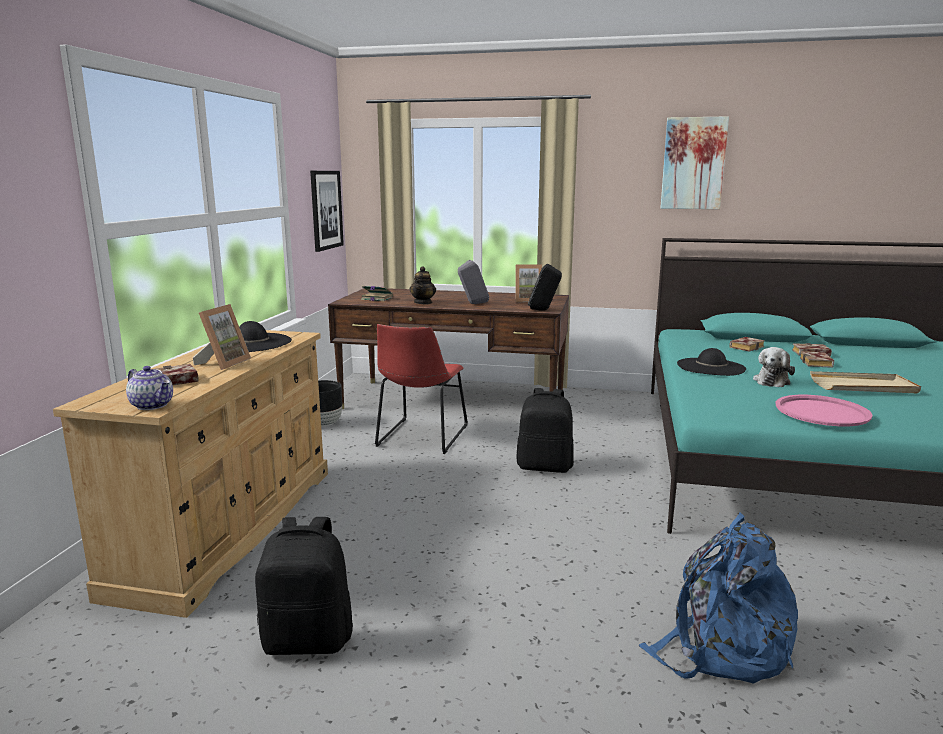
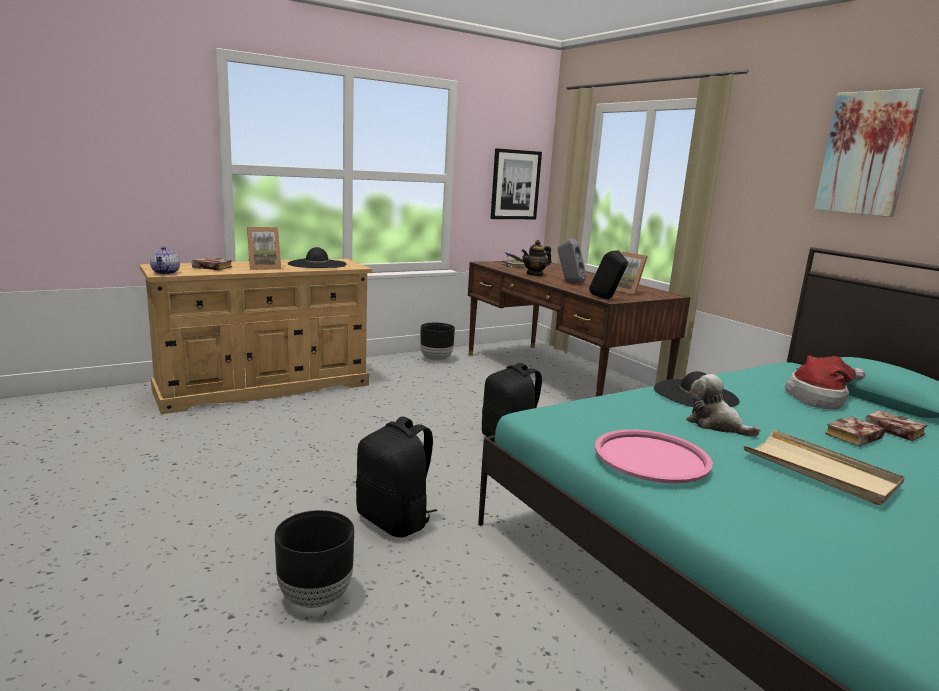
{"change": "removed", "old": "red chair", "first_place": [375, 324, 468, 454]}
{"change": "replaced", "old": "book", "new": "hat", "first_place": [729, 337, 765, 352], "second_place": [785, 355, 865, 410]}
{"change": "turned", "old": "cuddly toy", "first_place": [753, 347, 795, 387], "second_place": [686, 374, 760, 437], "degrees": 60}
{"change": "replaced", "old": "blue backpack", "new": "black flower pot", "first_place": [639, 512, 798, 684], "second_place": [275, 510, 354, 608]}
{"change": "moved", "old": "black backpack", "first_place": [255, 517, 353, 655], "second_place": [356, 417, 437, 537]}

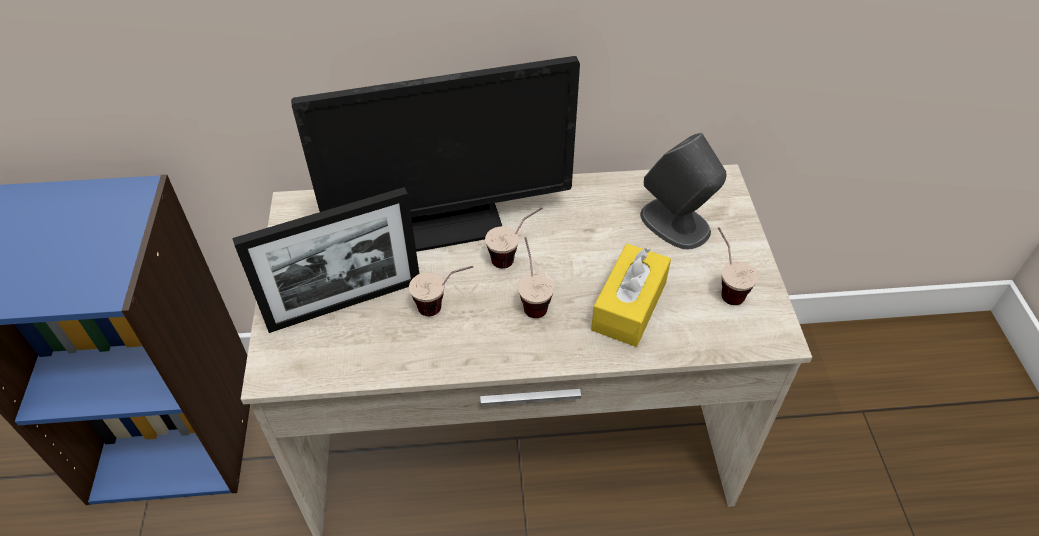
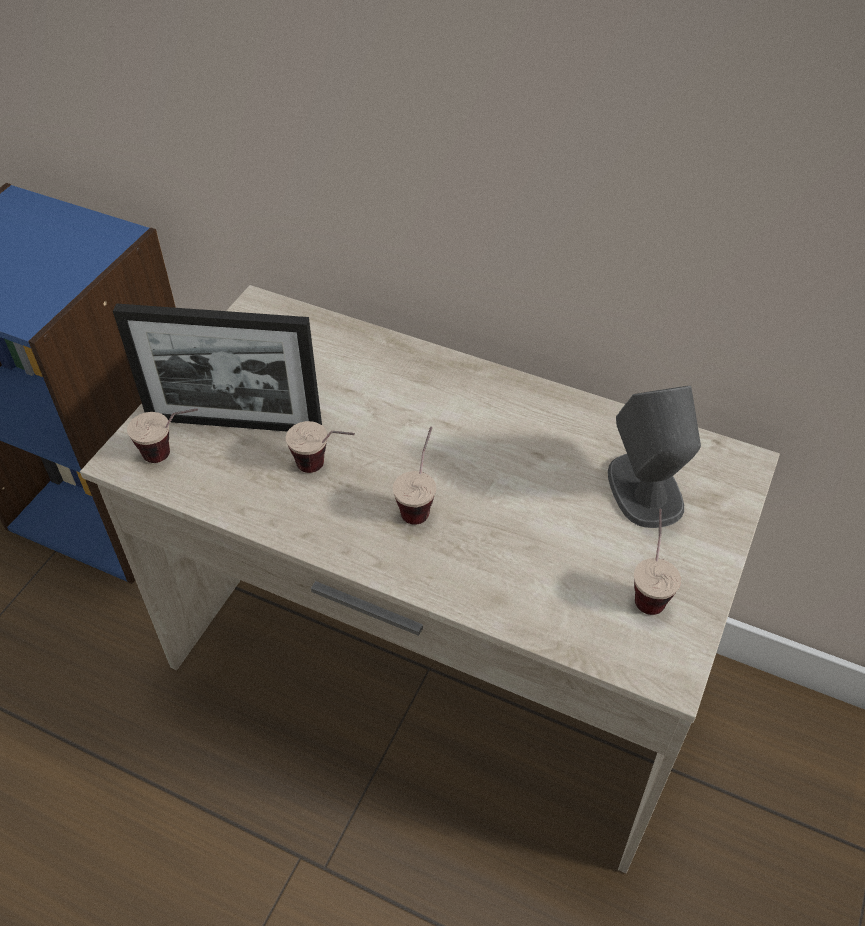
{"change": "removed", "old": "computer display", "first_place": [291, 56, 580, 252]}
{"change": "moved", "old": "drinking cup", "first_place": [485, 207, 543, 269], "second_place": [127, 409, 198, 463]}
{"change": "removed", "old": "yellowish box of tissues", "first_place": [591, 244, 671, 347]}

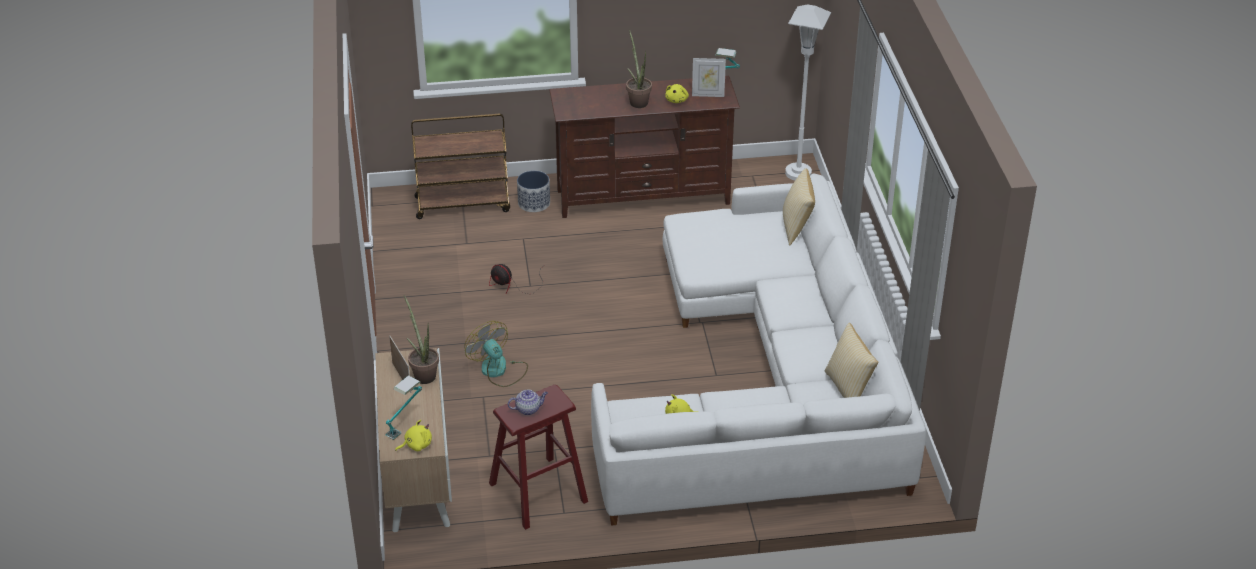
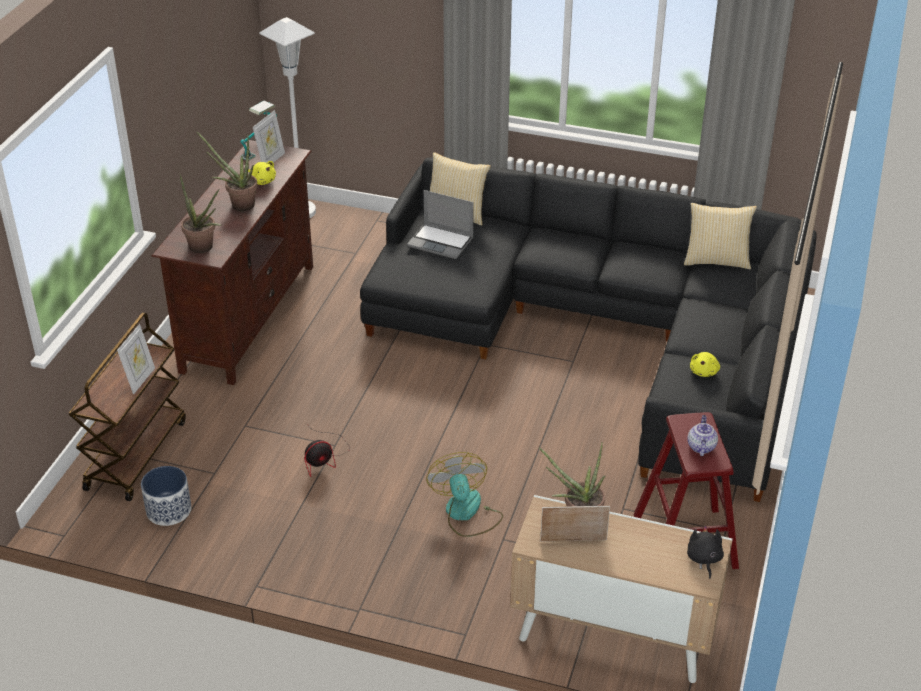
{"change": "moved", "old": "flower pot", "first_place": [517, 171, 550, 212], "second_place": [141, 466, 191, 526]}
{"change": "recoloured", "old": "whitish sofa", "new": "black sofa", "first_place": [591, 173, 926, 526], "second_place": [360, 157, 817, 502]}
{"change": "turned", "old": "cooling fan", "first_place": [465, 321, 528, 387], "second_place": [426, 452, 503, 537], "degrees": 90}
{"change": "removed", "old": "lamp for a table", "first_place": [385, 375, 422, 440]}
{"change": "recoloured", "old": "yellowish cuddly toy", "new": "black cuddly toy", "first_place": [395, 420, 432, 451], "second_place": [687, 525, 724, 579]}
{"change": "added", "new": "plant in a pot", "second_place": [180, 174, 221, 253]}
{"change": "added", "new": "laptop", "second_place": [407, 190, 474, 259]}
{"change": "added", "new": "picture frame", "second_place": [117, 324, 155, 395]}

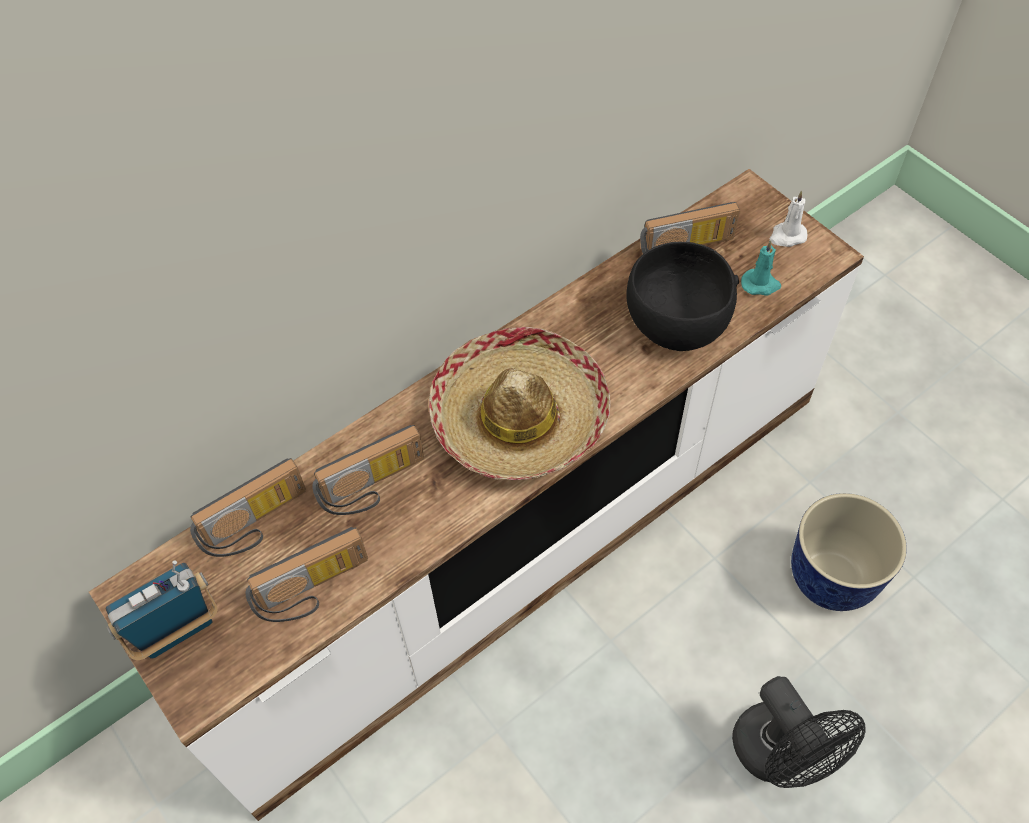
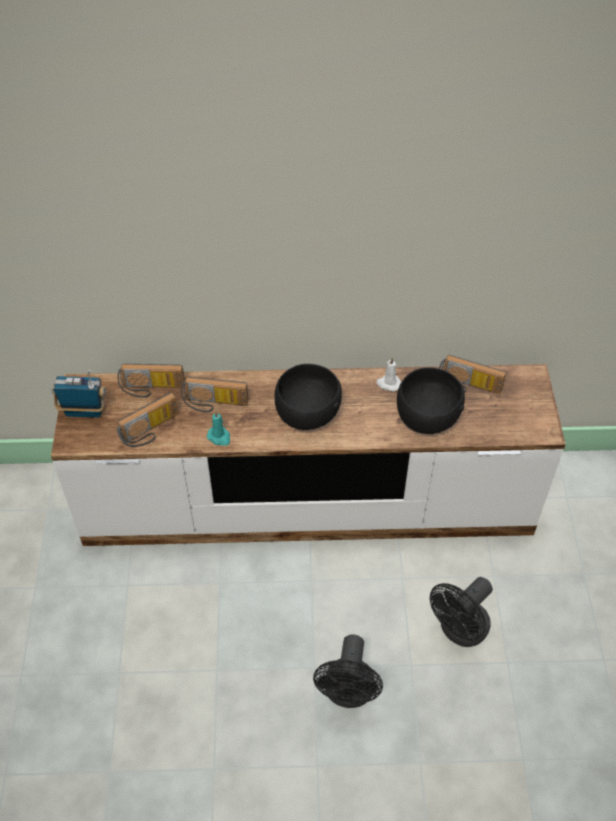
{"change": "moved", "old": "whitish wax candle", "first_place": [769, 190, 808, 247], "second_place": [376, 357, 401, 392]}
{"change": "moved", "old": "turquoise wax candle", "first_place": [741, 240, 781, 296], "second_place": [207, 411, 230, 446]}
{"change": "replaced", "old": "hat", "new": "black bowl", "first_place": [429, 327, 610, 480], "second_place": [275, 364, 342, 430]}
{"change": "replaced", "old": "flower pot", "new": "black cooling fan", "first_place": [791, 493, 907, 611], "second_place": [430, 577, 493, 647]}
{"change": "turned", "old": "radio receiver", "first_place": [246, 527, 368, 622], "second_place": [117, 393, 178, 447], "degrees": -45}

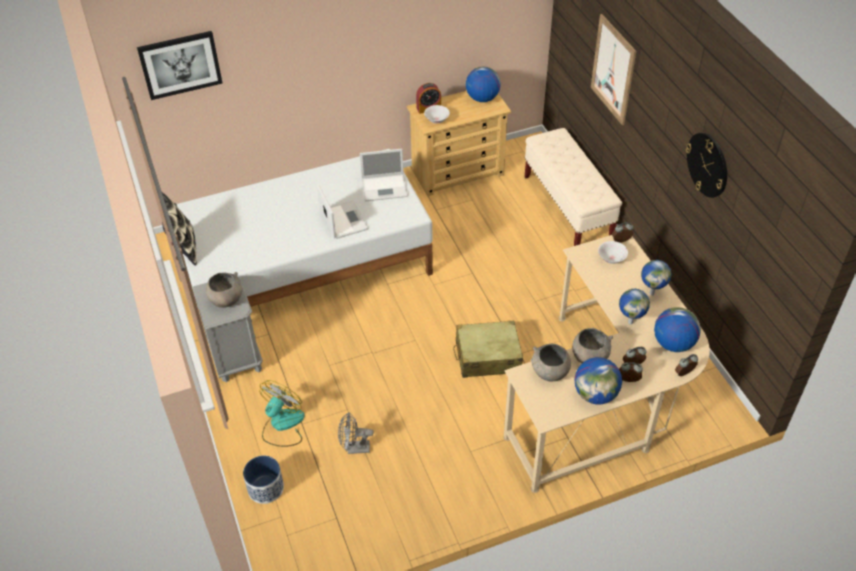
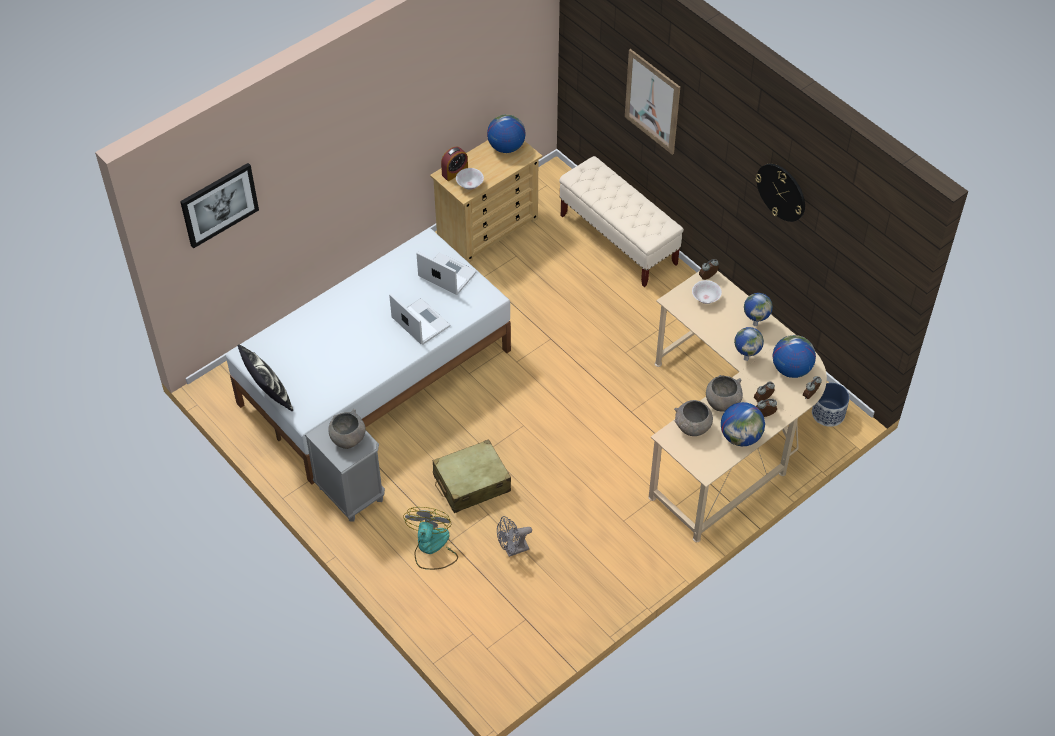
{"change": "turned", "old": "laptop", "first_place": [360, 149, 408, 201], "second_place": [416, 252, 477, 295], "degrees": -120}
{"change": "moved", "old": "beige piece of luggage", "first_place": [453, 321, 523, 378], "second_place": [433, 439, 511, 513]}
{"change": "moved", "old": "flower pot", "first_place": [243, 456, 284, 504], "second_place": [812, 383, 850, 427]}

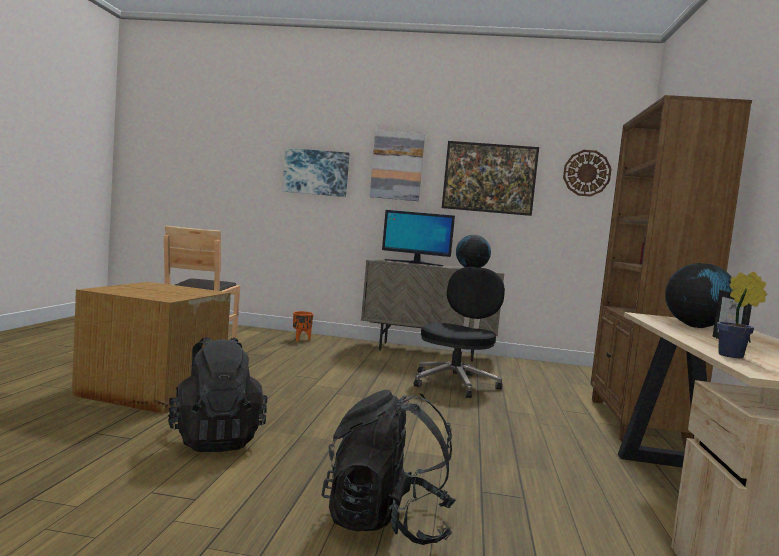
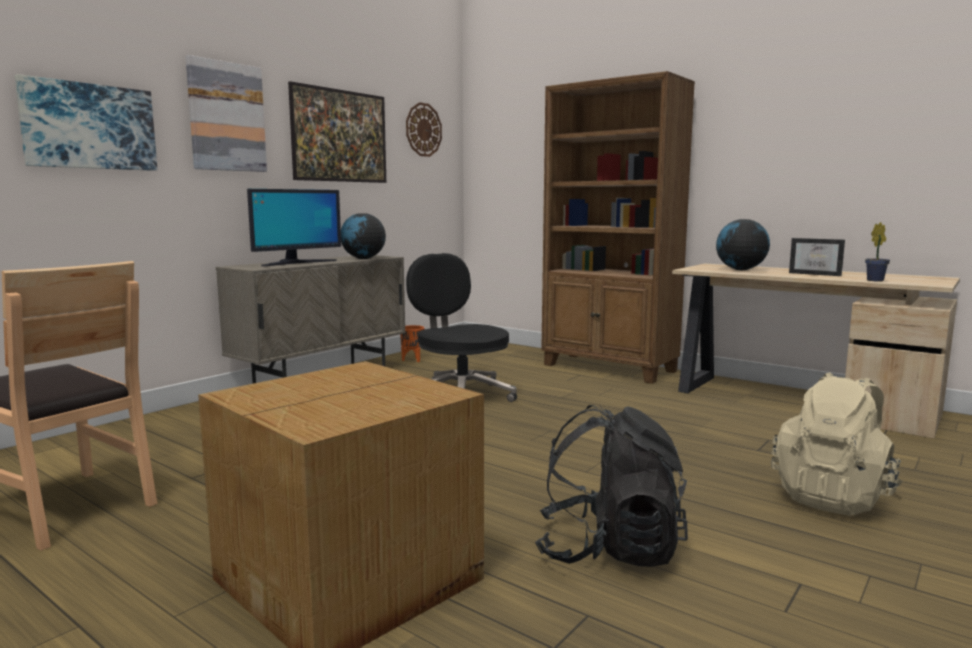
{"change": "moved", "old": "orange flower pot", "first_place": [293, 311, 313, 342], "second_place": [400, 325, 425, 362]}
{"change": "recoloured", "old": "black backpack", "new": "beige backpack", "first_place": [322, 390, 456, 545], "second_place": [771, 373, 903, 516]}

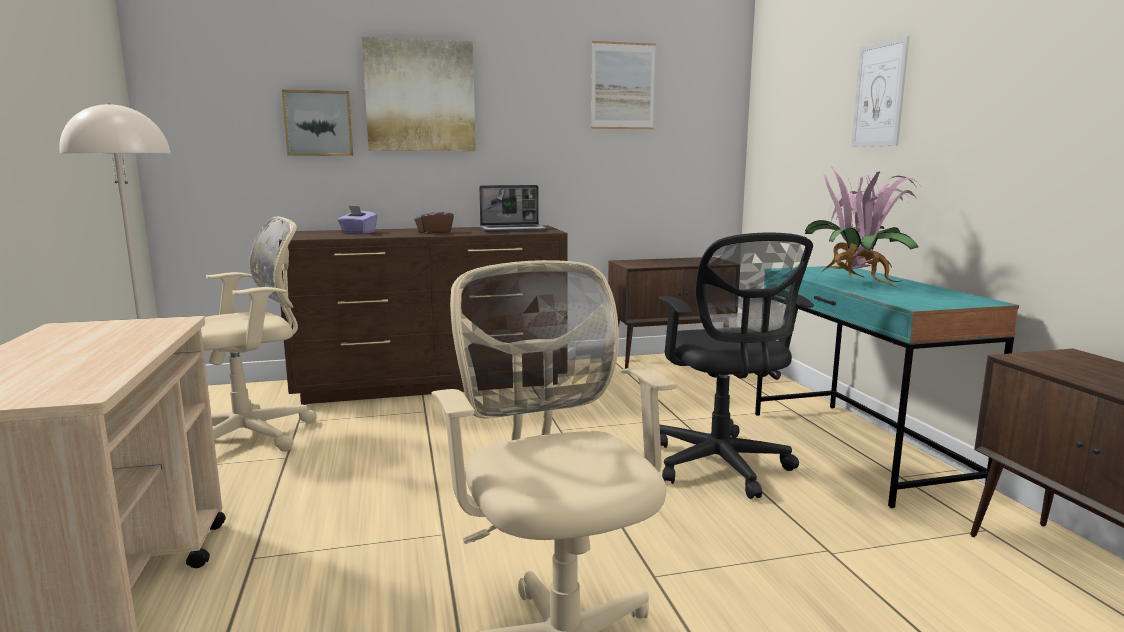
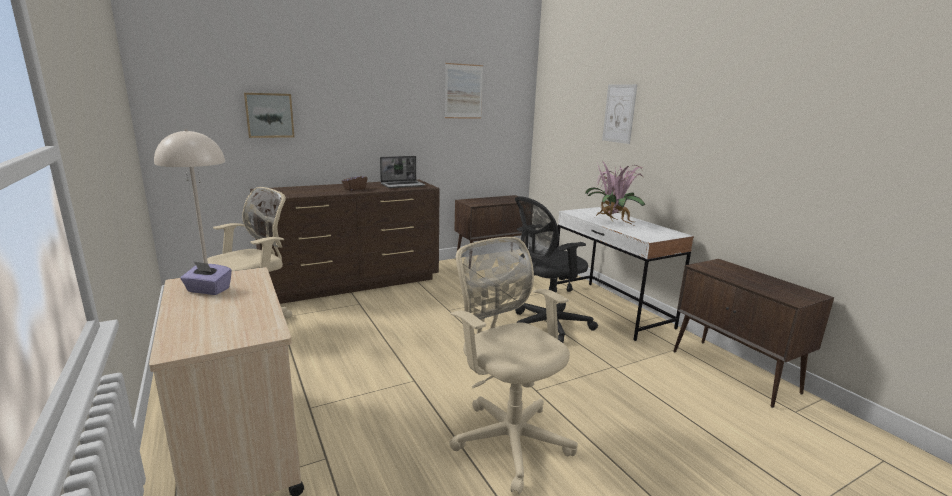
{"change": "removed", "old": "picture", "first_place": [362, 37, 476, 151]}
{"change": "moved", "old": "purple box of tissues", "first_place": [338, 206, 378, 234], "second_place": [180, 261, 232, 295]}
{"change": "turned", "old": "black computer chair", "first_place": [659, 233, 814, 499], "second_place": [515, 196, 598, 343], "degrees": 90}
{"change": "recoloured", "old": "turquoise desk table", "new": "whitish desk table", "first_place": [755, 266, 1019, 508], "second_place": [556, 207, 694, 341]}

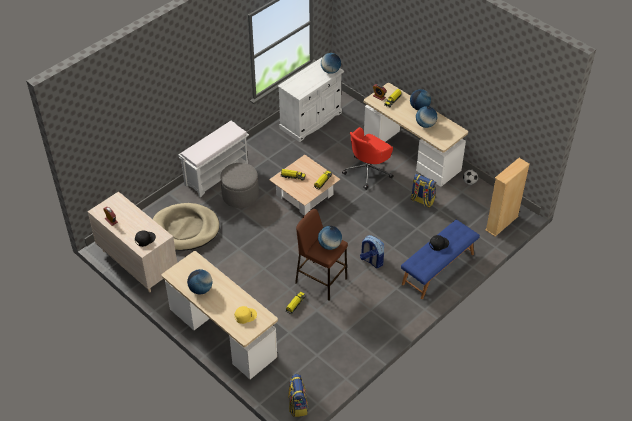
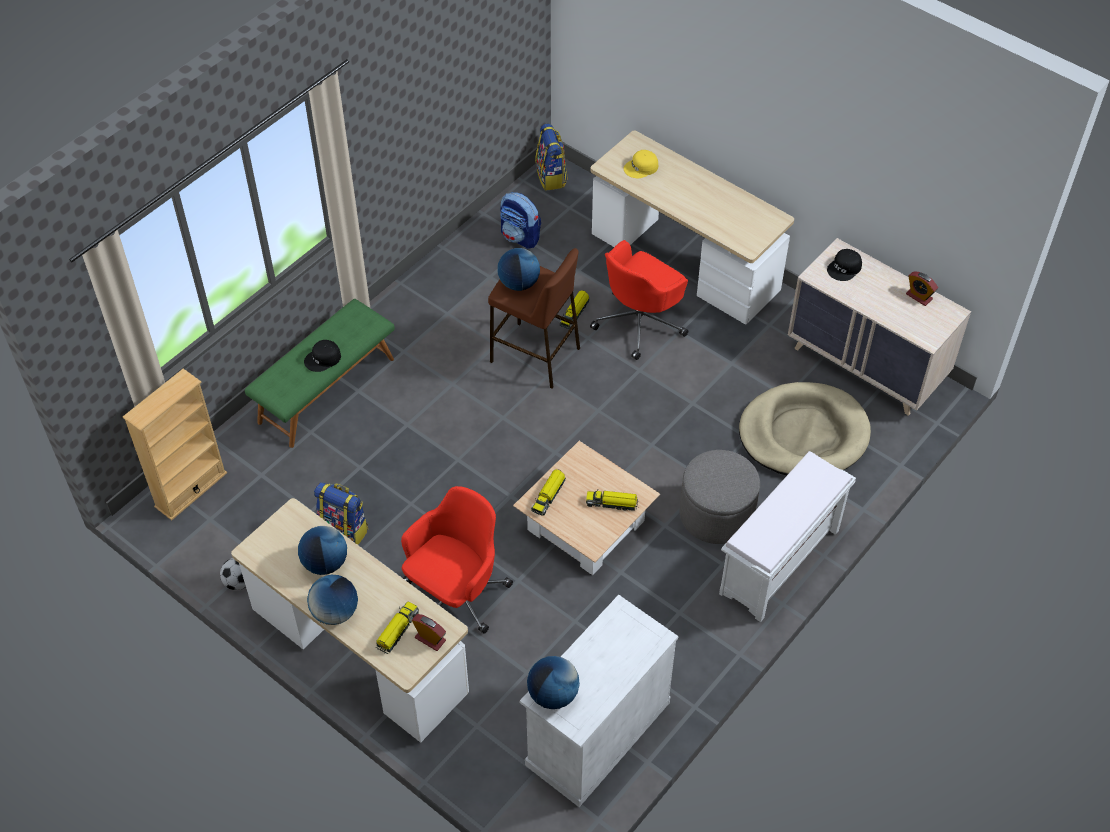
{"change": "recoloured", "old": "blue long seat", "new": "green long seat", "first_place": [401, 220, 480, 299], "second_place": [245, 299, 395, 448]}
{"change": "moved", "old": "backpack", "first_place": [360, 235, 384, 268], "second_place": [500, 192, 541, 249]}
{"change": "removed", "old": "world globe", "first_place": [187, 269, 213, 294]}
{"change": "added", "new": "red computer chair", "second_place": [590, 240, 688, 360]}

